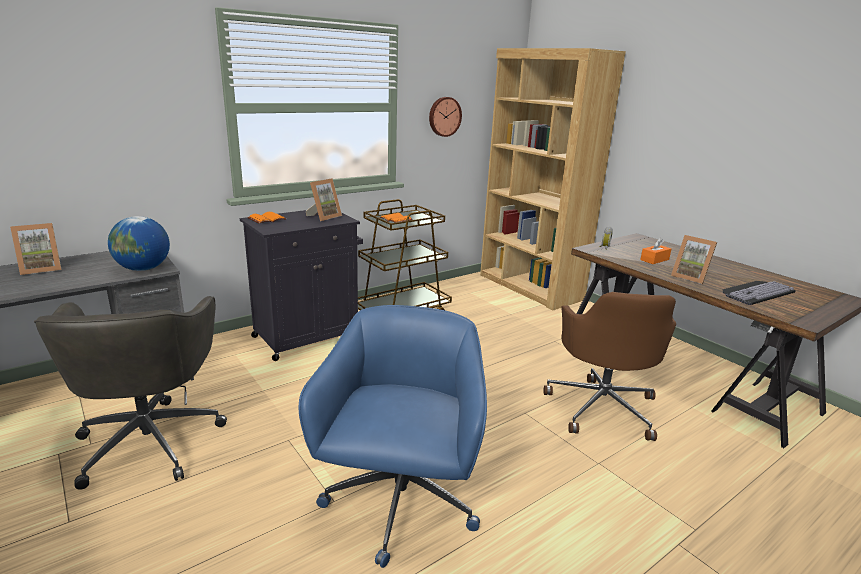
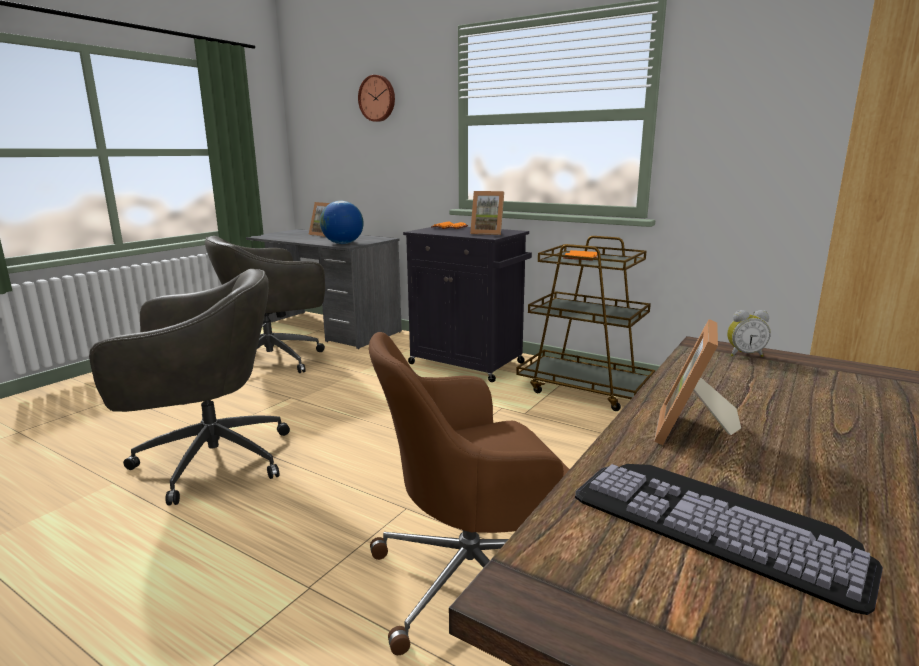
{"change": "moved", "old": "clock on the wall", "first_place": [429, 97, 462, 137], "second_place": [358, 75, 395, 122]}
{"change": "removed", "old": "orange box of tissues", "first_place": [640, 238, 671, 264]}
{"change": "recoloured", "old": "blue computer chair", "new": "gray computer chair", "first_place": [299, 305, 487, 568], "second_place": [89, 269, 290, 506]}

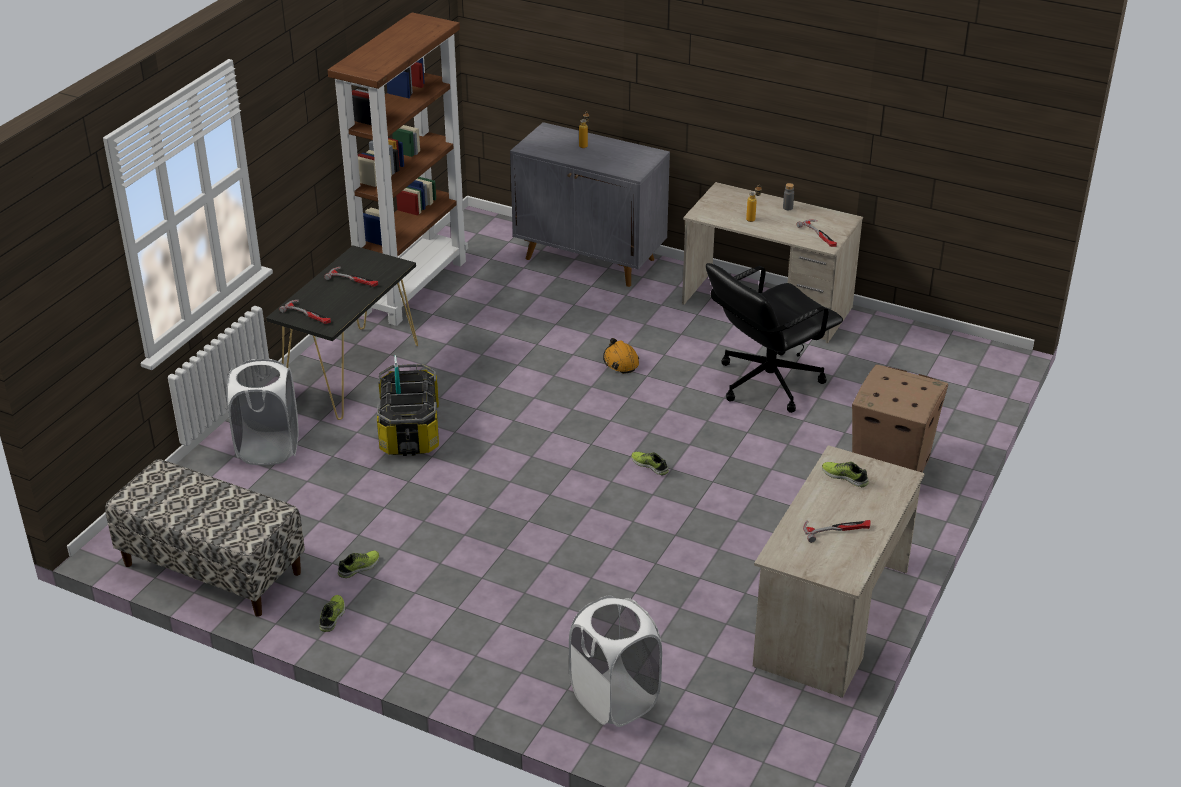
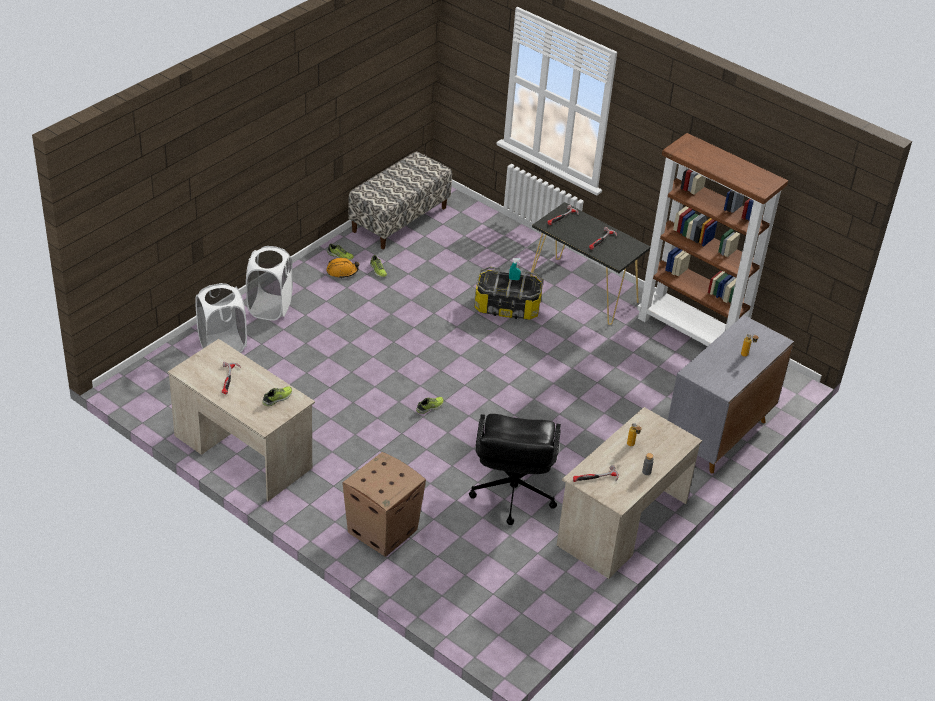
{"change": "turned", "old": "black computer chair", "first_place": [706, 263, 843, 413], "second_place": [469, 414, 561, 525], "degrees": -150}
{"change": "moved", "old": "orange safety helmet", "first_place": [603, 338, 639, 374], "second_place": [327, 258, 359, 279]}
{"change": "moved", "old": "whitish hamper", "first_place": [227, 359, 299, 465], "second_place": [246, 246, 293, 321]}

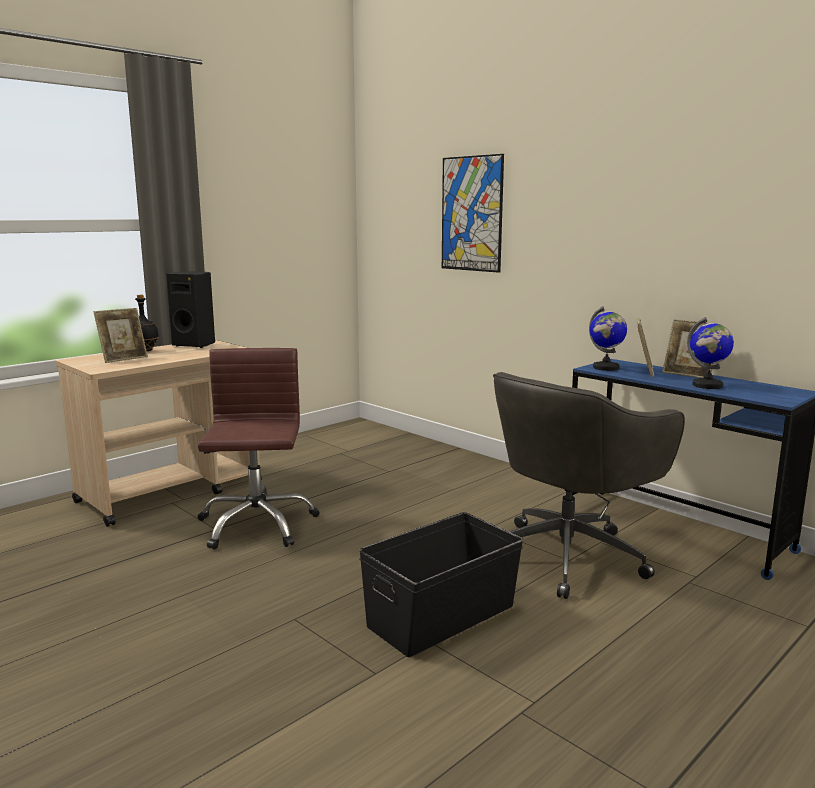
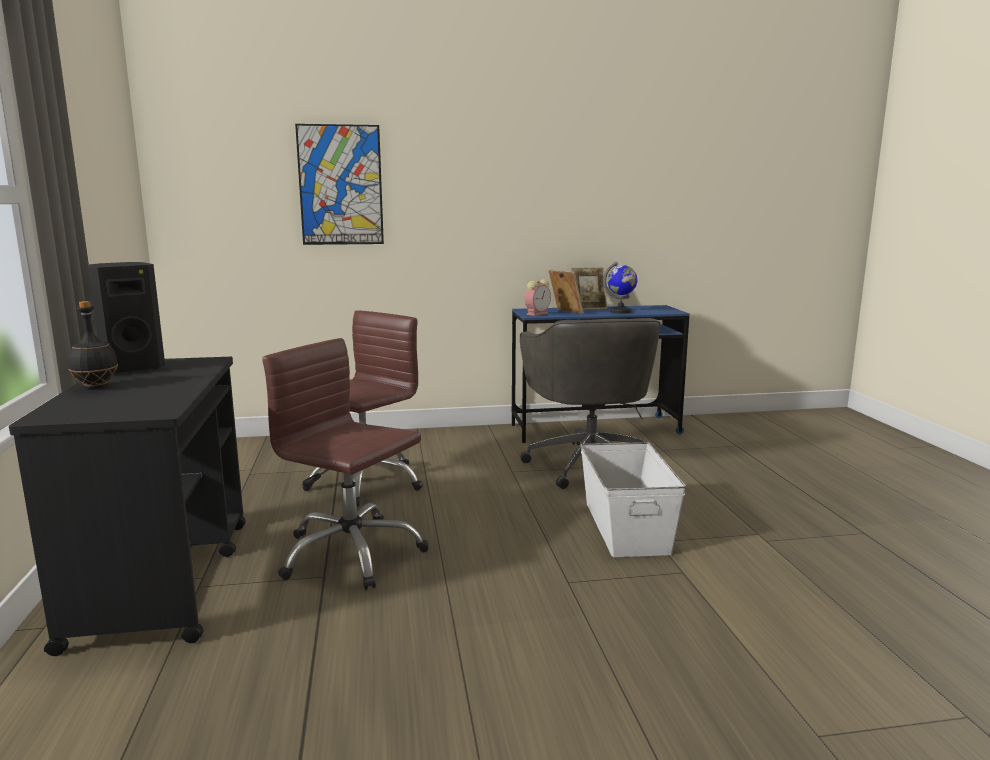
{"change": "replaced", "old": "world globe", "new": "alarm clock", "first_place": [589, 306, 627, 371], "second_place": [525, 279, 551, 316]}
{"change": "removed", "old": "picture frame", "first_place": [94, 308, 148, 363]}
{"change": "recoloured", "old": "beige cart", "new": "black cart", "first_place": [55, 340, 262, 527], "second_place": [9, 357, 246, 656]}
{"change": "recoloured", "old": "black storage container", "new": "whitish storage container", "first_place": [359, 512, 523, 657], "second_place": [580, 442, 686, 557]}
{"change": "added", "new": "brown-coloured computer chair", "second_place": [302, 310, 423, 507]}

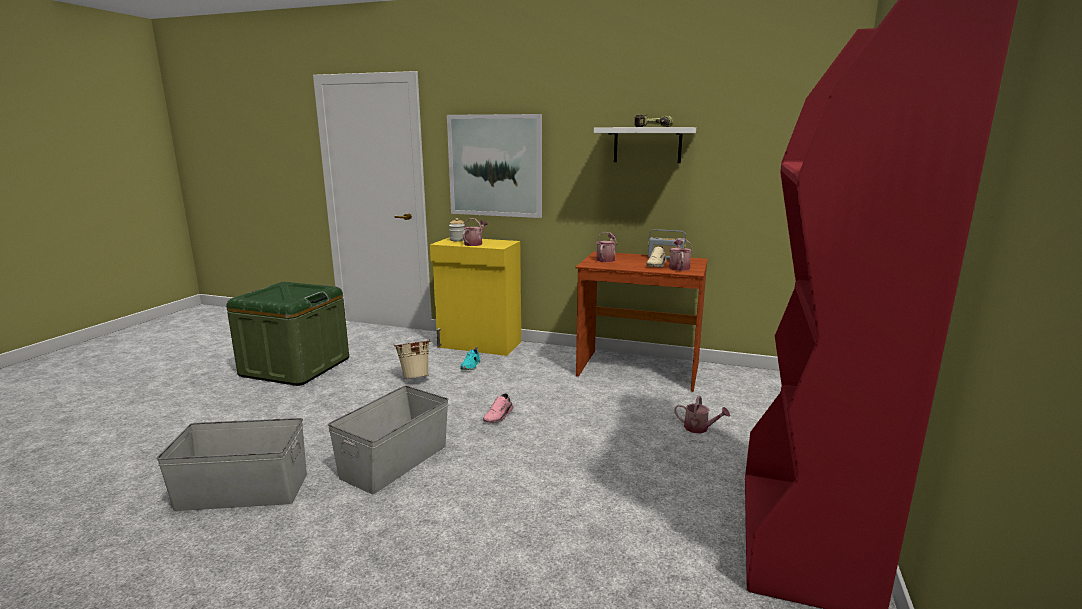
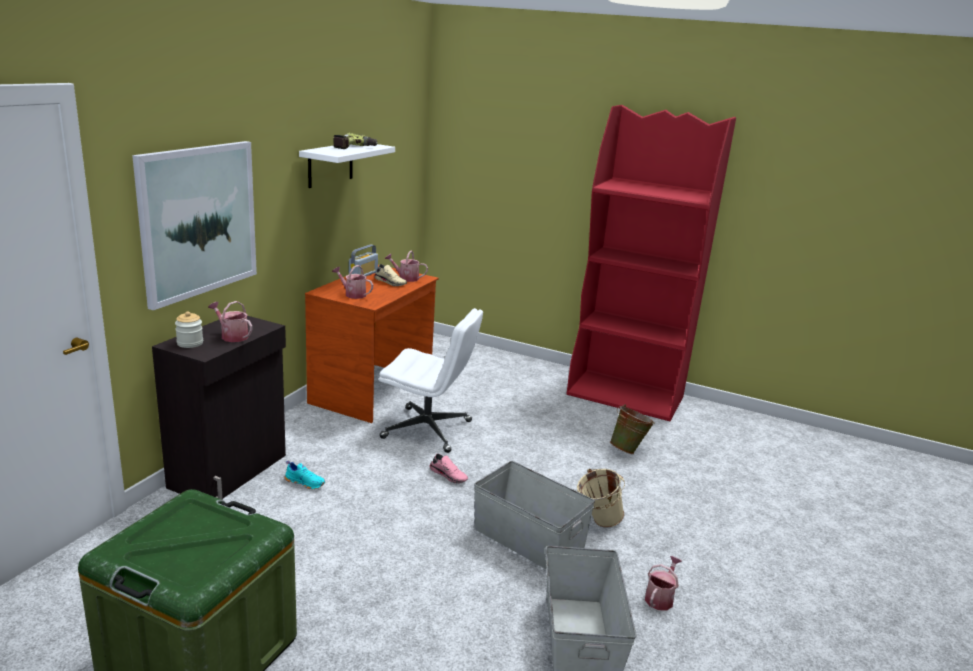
{"change": "recoloured", "old": "yellowish storage cabinet", "new": "black storage cabinet", "first_place": [430, 238, 521, 356], "second_place": [152, 316, 286, 500]}
{"change": "moved", "old": "beige pail", "first_place": [394, 339, 431, 379], "second_place": [577, 469, 625, 528]}
{"change": "moved", "old": "watering can", "first_place": [674, 395, 730, 434], "second_place": [645, 556, 682, 611]}
{"change": "added", "new": "whitish computer chair", "second_place": [379, 308, 483, 453]}
{"change": "added", "new": "green pail", "second_place": [610, 404, 655, 454]}

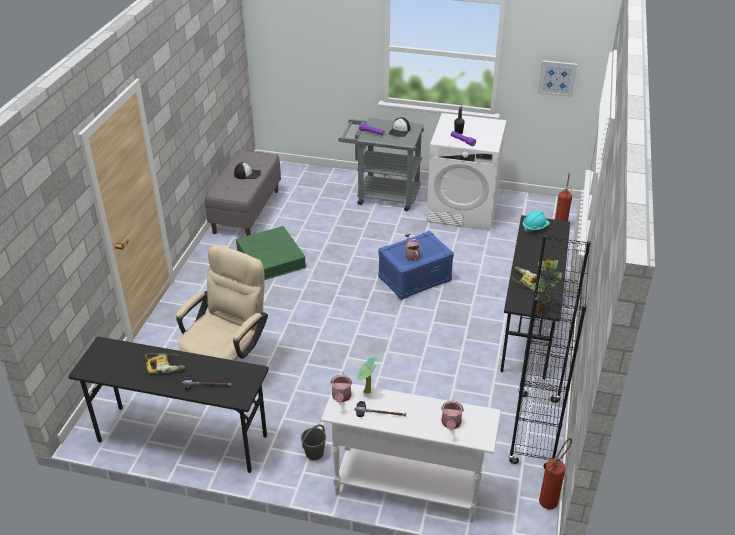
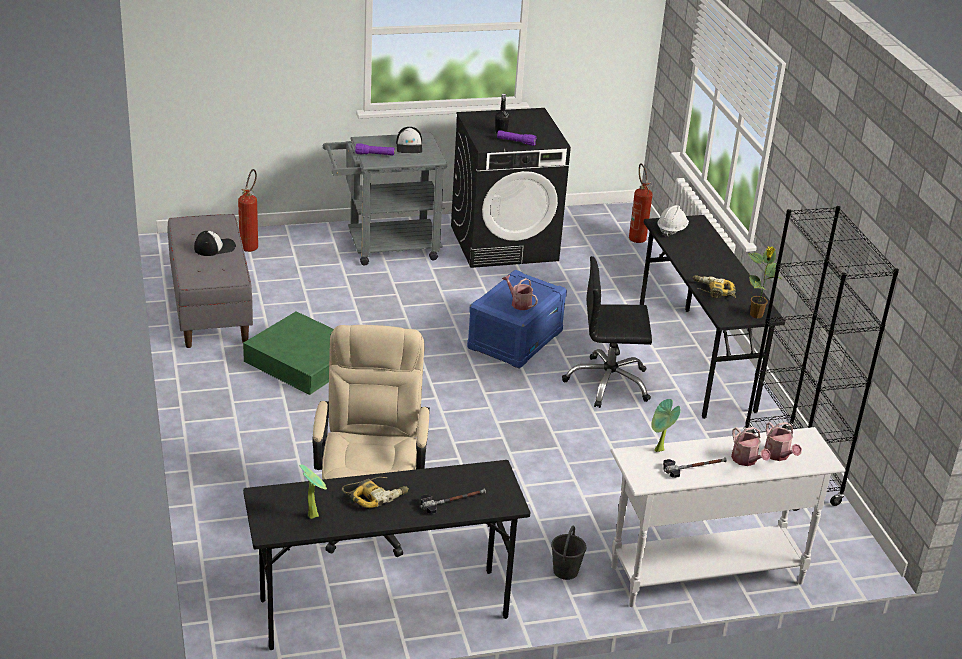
{"change": "removed", "old": "picture", "first_place": [537, 60, 577, 97]}
{"change": "recoloured", "old": "whitish laundry appliance", "new": "black laundry appliance", "first_place": [426, 113, 507, 231], "second_place": [451, 108, 571, 268]}
{"change": "recoloured", "old": "turquoise safety helmet", "new": "whitish safety helmet", "first_place": [523, 210, 550, 232], "second_place": [658, 205, 689, 237]}
{"change": "moved", "old": "watering can", "first_place": [330, 371, 352, 403], "second_place": [731, 427, 771, 466]}
{"change": "moved", "old": "fire extinguisher", "first_place": [539, 438, 572, 510], "second_place": [238, 169, 258, 252]}
{"change": "added", "new": "black computer chair", "second_place": [562, 256, 652, 408]}
{"change": "added", "new": "plant in a pot", "second_place": [300, 464, 327, 519]}

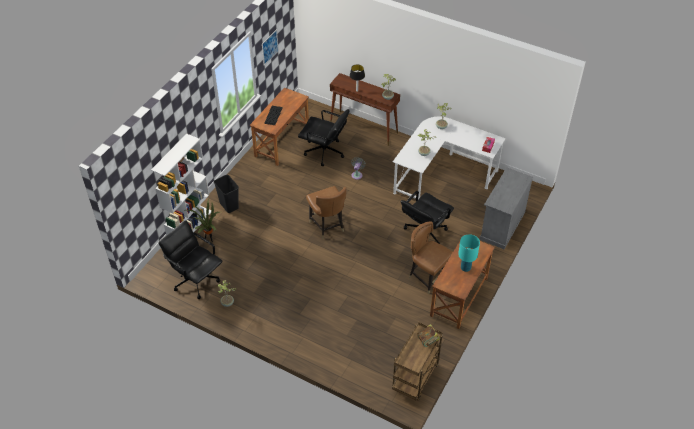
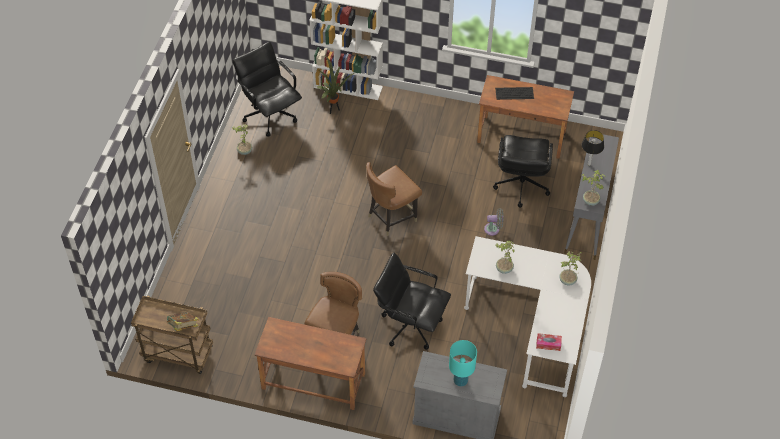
{"change": "removed", "old": "picture", "first_place": [262, 29, 278, 66]}
{"change": "recoloured", "old": "brown-coloured hall table", "new": "gray hall table", "first_place": [330, 73, 400, 146], "second_place": [564, 134, 619, 260]}
{"change": "removed", "old": "black rubbish bin", "first_place": [214, 175, 239, 213]}
{"change": "turned", "old": "black computer chair", "first_place": [158, 220, 223, 299], "second_place": [233, 42, 302, 137], "degrees": -60}
{"change": "moved", "old": "turquoise lamp for a table", "first_place": [458, 234, 480, 272], "second_place": [449, 340, 477, 386]}

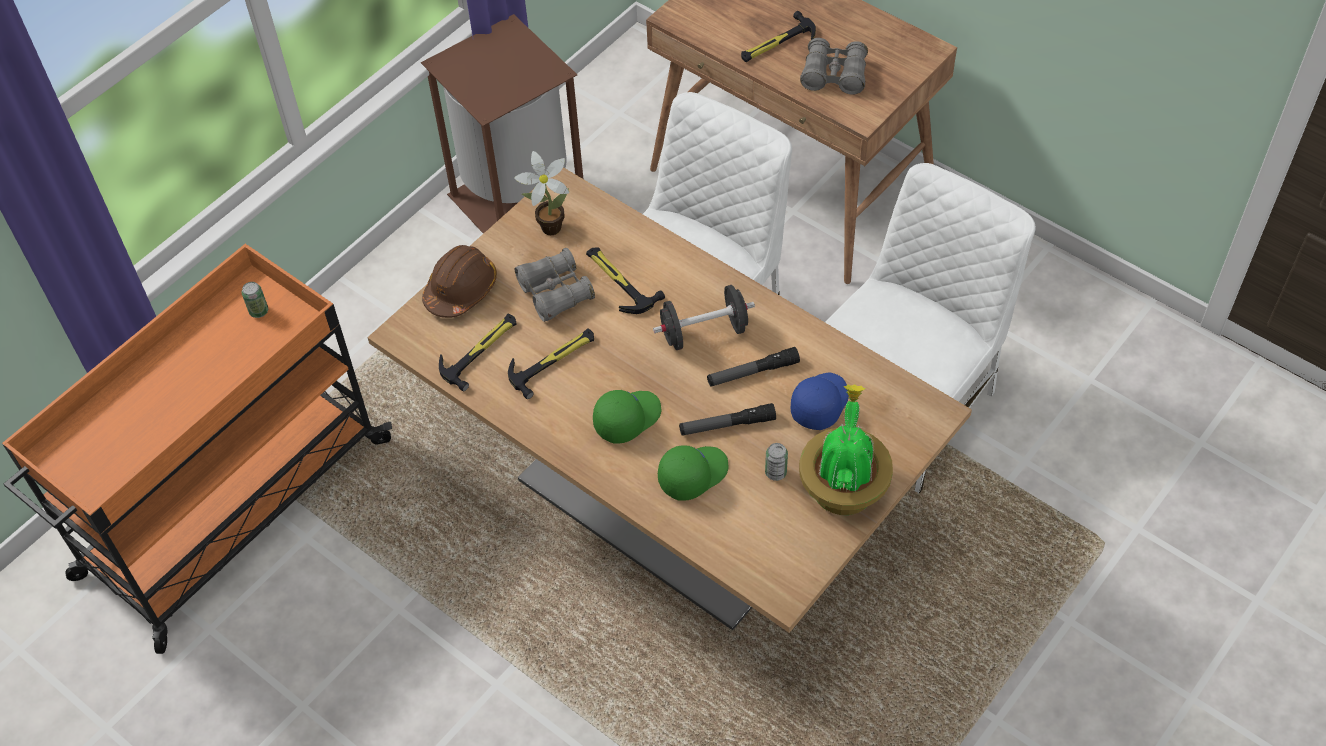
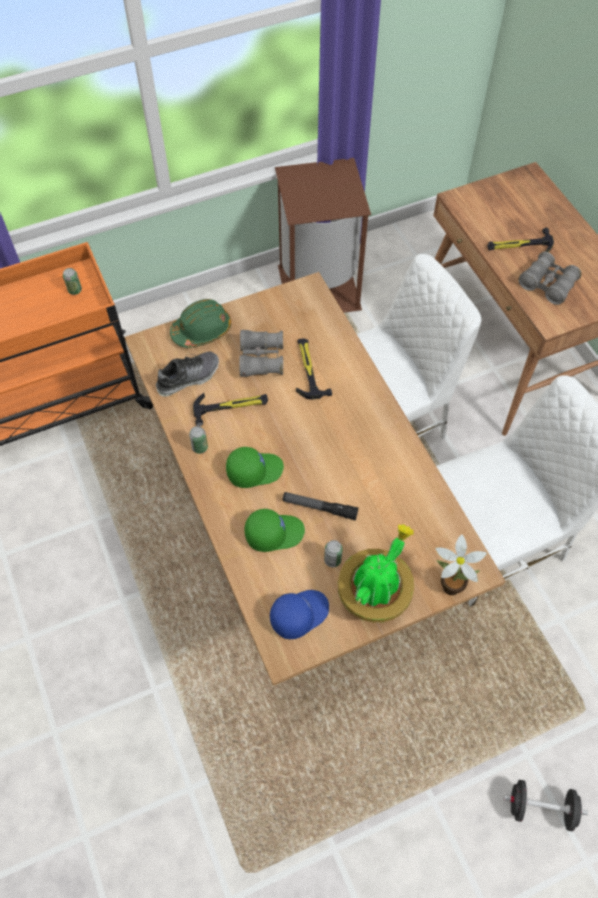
{"change": "moved", "old": "plant in a pot", "first_place": [514, 151, 569, 235], "second_place": [435, 535, 487, 595]}
{"change": "recoloured", "old": "brown-coloured safety helmet", "new": "green safety helmet", "first_place": [422, 245, 497, 318], "second_place": [170, 299, 231, 348]}
{"change": "moved", "old": "black hand weight", "first_place": [653, 285, 755, 350], "second_place": [504, 780, 588, 831]}
{"change": "replaced", "old": "hammer", "new": "shoe", "first_place": [439, 314, 517, 391], "second_place": [156, 351, 219, 397]}
{"change": "removed", "old": "hand torch", "first_place": [707, 347, 800, 387]}
{"change": "moved", "old": "blue peaked cap", "first_place": [791, 373, 849, 430], "second_place": [270, 590, 329, 639]}
{"change": "added", "new": "sealed can", "second_place": [189, 426, 208, 454]}

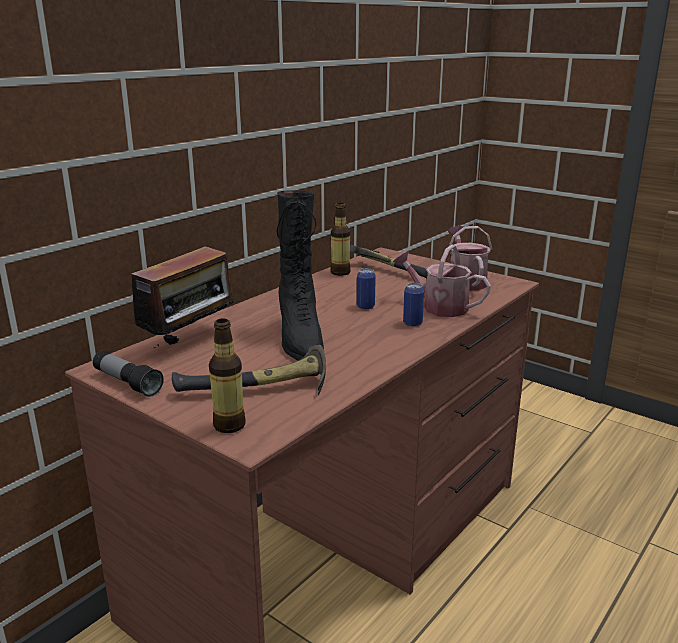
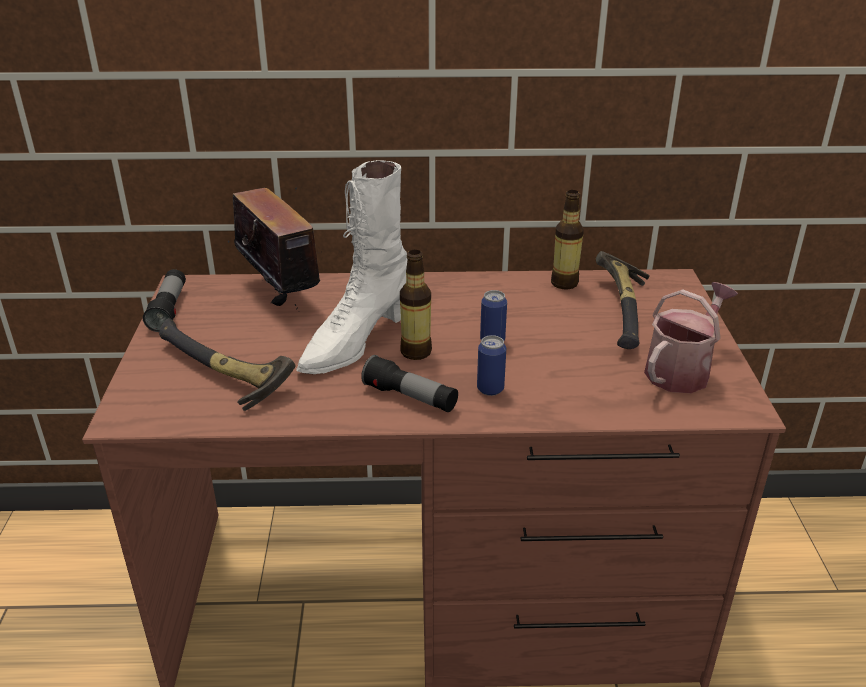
{"change": "recoloured", "old": "black boot", "new": "whitish boot", "first_place": [276, 190, 324, 360], "second_place": [296, 160, 408, 374]}
{"change": "turned", "old": "radio receiver", "first_place": [131, 240, 240, 348], "second_place": [228, 187, 320, 312], "degrees": -120}
{"change": "removed", "old": "watering can", "first_place": [393, 245, 491, 317]}
{"change": "moved", "old": "beverage bottle", "first_place": [209, 318, 246, 433], "second_place": [400, 250, 432, 360]}
{"change": "added", "new": "hand torch", "second_place": [361, 355, 458, 412]}

